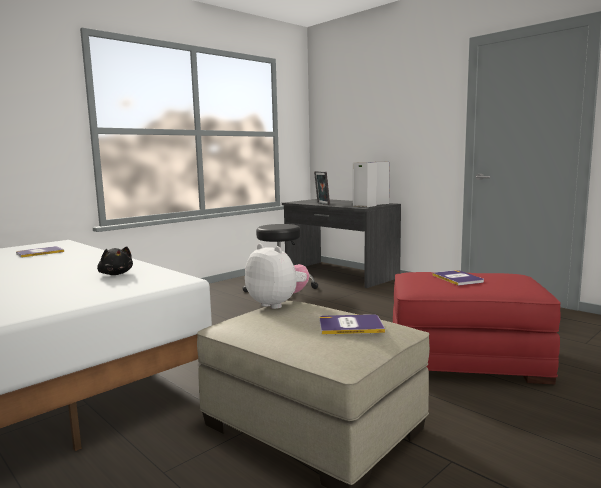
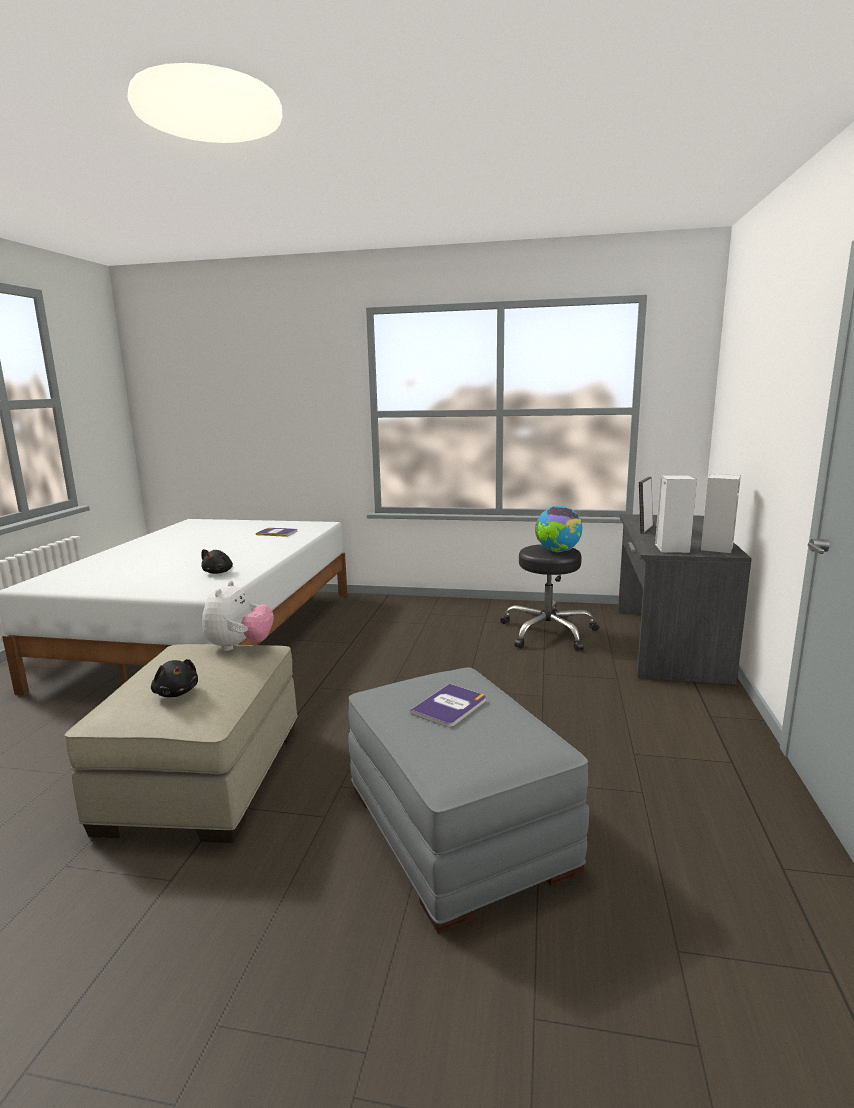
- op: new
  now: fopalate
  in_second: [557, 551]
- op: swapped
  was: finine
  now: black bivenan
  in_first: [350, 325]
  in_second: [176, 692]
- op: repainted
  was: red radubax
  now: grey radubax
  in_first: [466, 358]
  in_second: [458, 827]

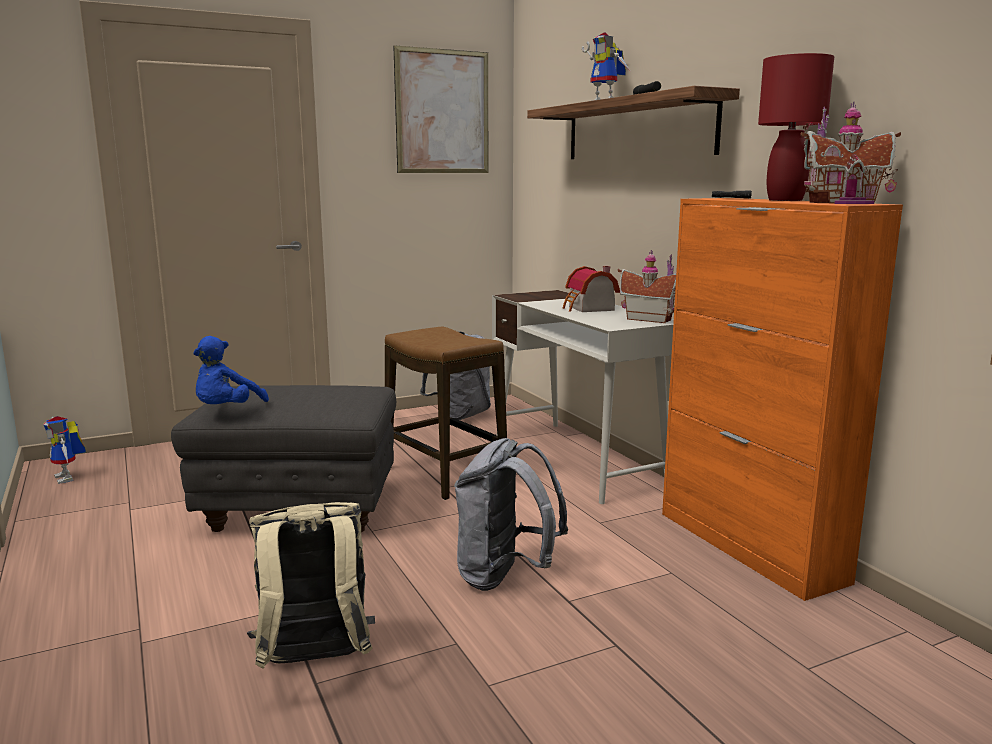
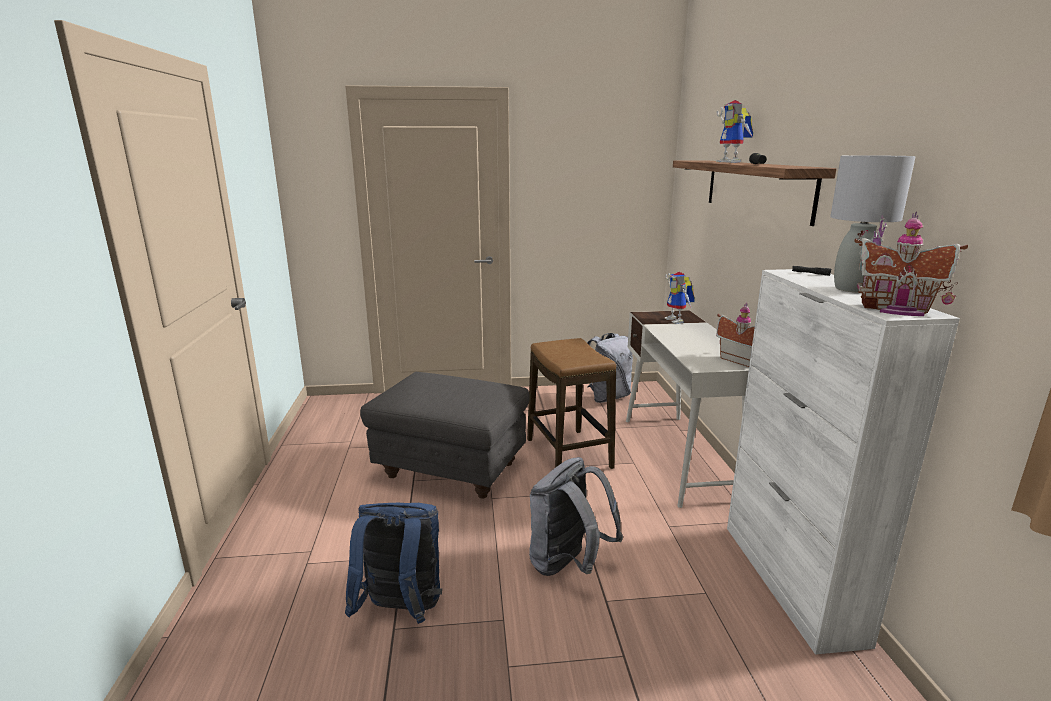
- op: gone
  was: blue bivenan
  in_first: [227, 410]
- op: gone
  was: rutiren
  in_first: [442, 112]
- op: gone
  was: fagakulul
  in_first: [589, 309]
- op: shifted
  was: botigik
  in_first: [69, 478]
  in_second: [678, 320]
- op: repainted
  was: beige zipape
  now: blue zipape
  in_first: [314, 663]
  in_second: [401, 611]
- op: repainted
  was: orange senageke
  now: white senageke
  in_first: [749, 547]
  in_second: [791, 581]
- op: repainted
  was: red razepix
  now: grey razepix
  in_first: [785, 200]
  in_second: [851, 289]

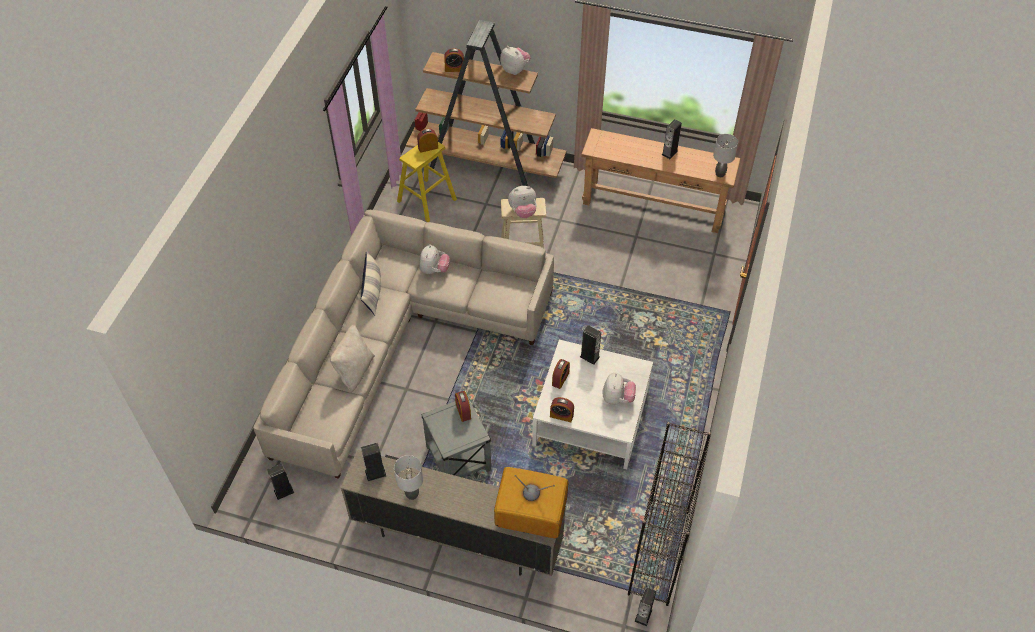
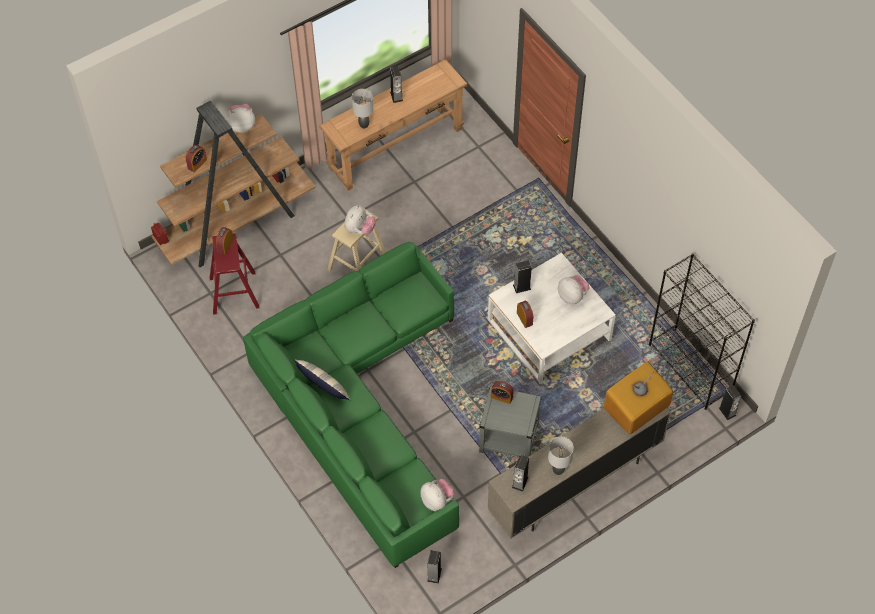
- op: gone
  was: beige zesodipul
  in_first: [354, 371]
- op: gone
  was: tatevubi
  in_first: [561, 415]
- op: shifted
  was: bivenan
  in_first: [434, 270]
  in_second: [437, 500]
- op: shifted
  was: grey razepix
  in_first: [720, 174]
  in_second: [364, 124]
- op: repainted
  was: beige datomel
  now: green datomel
  in_first: [398, 340]
  in_second: [362, 407]
- op: repainted
  was: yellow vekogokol
  now: red vekogokol
  in_first: [426, 200]
  in_second: [234, 293]

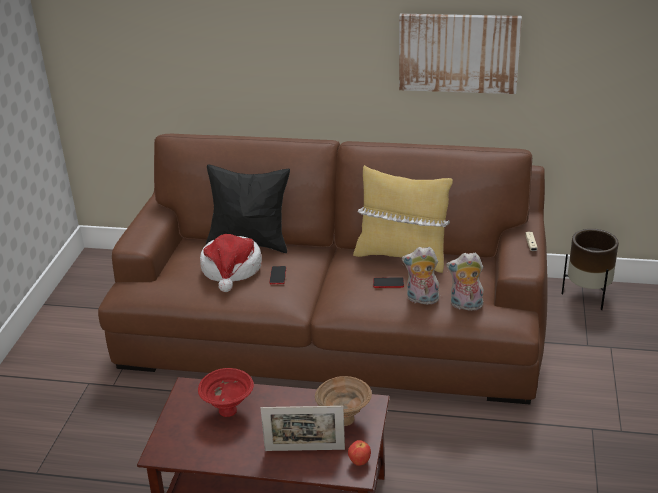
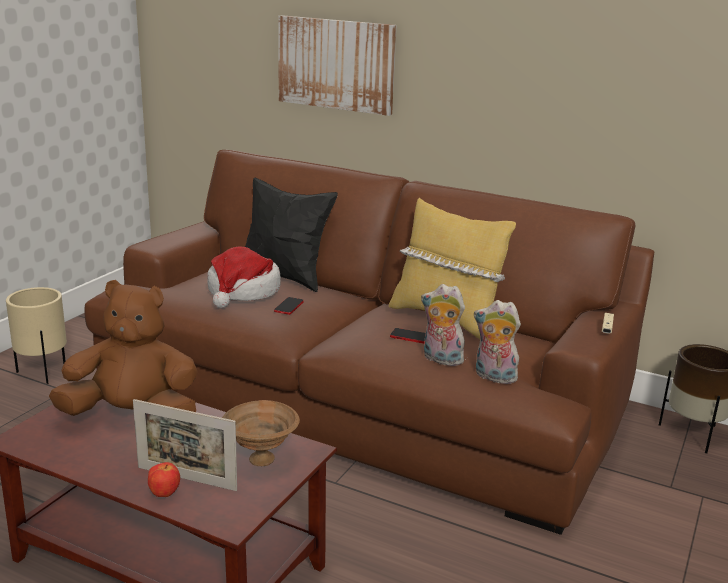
- op: new
  now: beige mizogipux
  in_second: [43, 373]
- op: shifted
  was: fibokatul
  in_first: [359, 462]
  in_second: [165, 494]
- op: shifted
  was: rutiren
  in_first: [458, 52]
  in_second: [336, 64]
- op: swapped
  was: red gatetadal
  now: brown bivenan
  in_first: [229, 410]
  in_second: [133, 417]

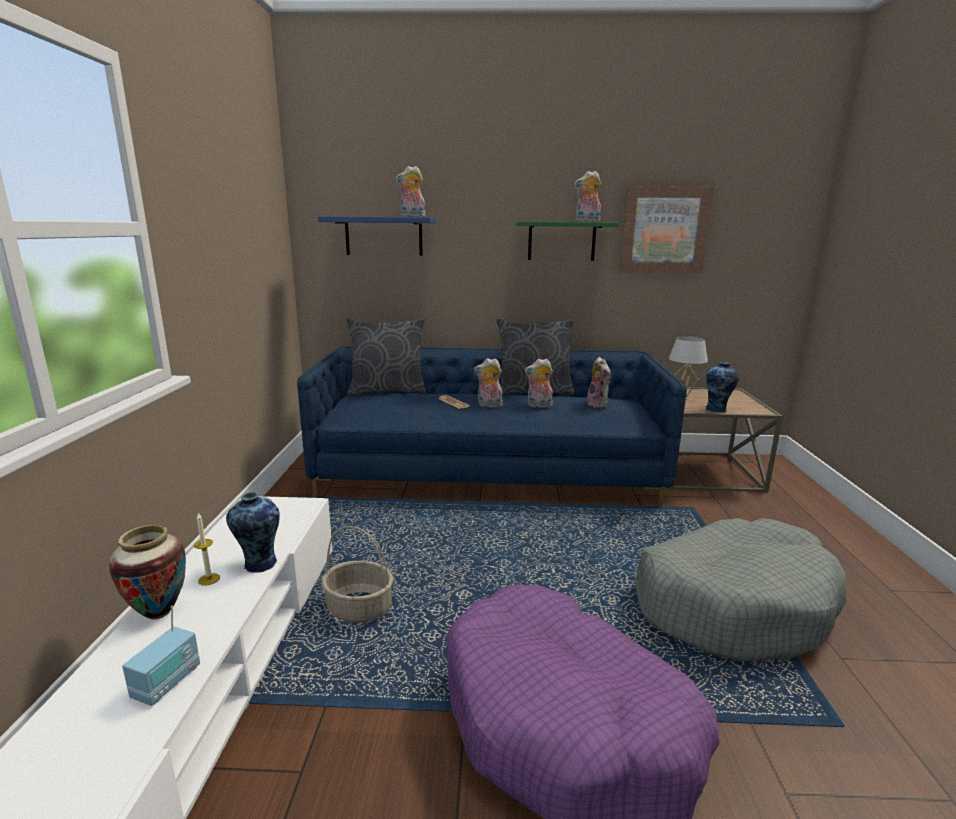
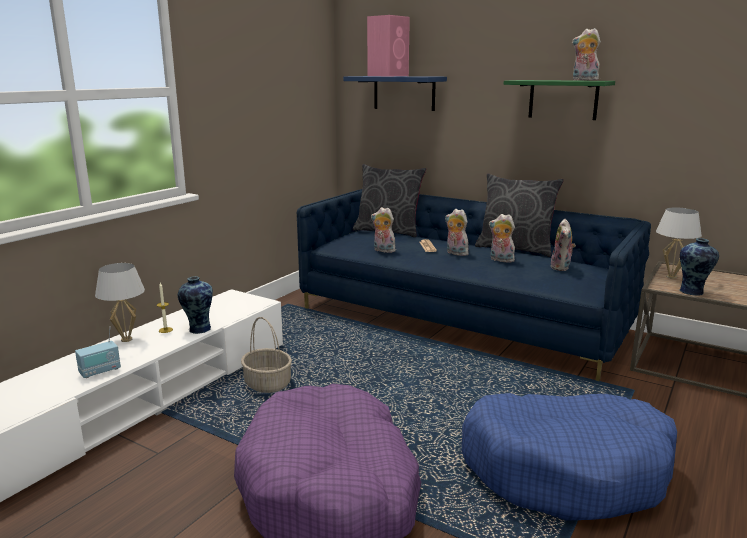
- op: gone
  was: rutiren
  in_first: [664, 230]
- op: new
  now: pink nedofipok
  in_second: [388, 76]
- op: shifted
  was: bivenan
  in_first: [412, 217]
  in_second: [383, 250]
- op: swapped
  was: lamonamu
  now: white razepix
  in_first: [159, 613]
  in_second: [126, 339]
- op: repainted
  was: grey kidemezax
  now: blue kidemezax
  in_first: [732, 604]
  in_second: [566, 470]

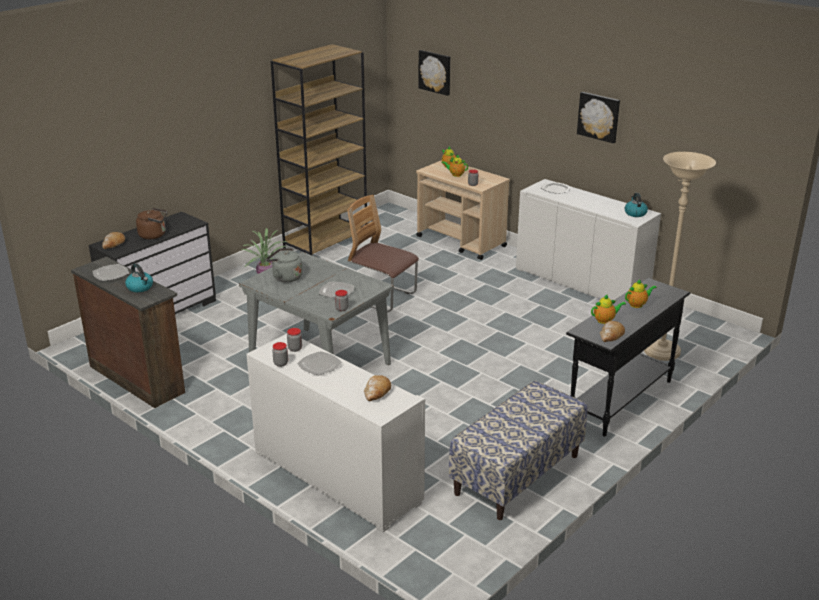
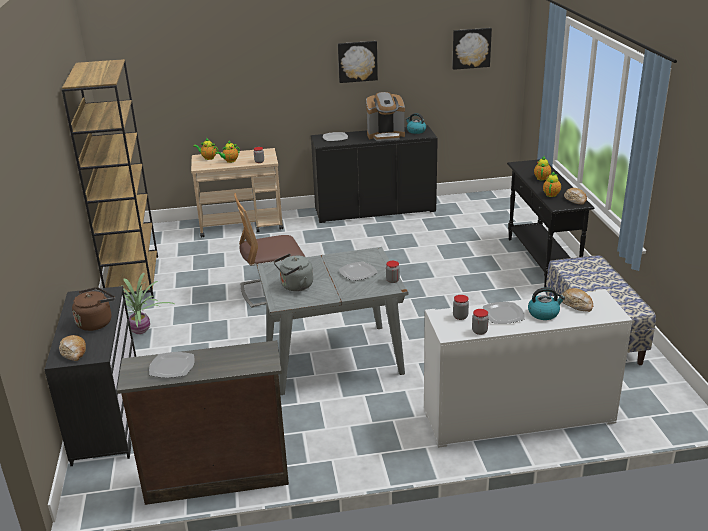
- op: gone
  was: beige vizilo
  in_first: [661, 352]
- op: new
  now: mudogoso
  in_second: [385, 135]
- op: shifted
  was: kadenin
  in_first: [140, 287]
  in_second: [544, 313]
- op: shifted
  was: rutiren
  in_first: [435, 72]
  in_second: [471, 48]
- op: repainted
  was: white senageke
  now: black senageke
  in_first: [581, 282]
  in_second: [375, 210]

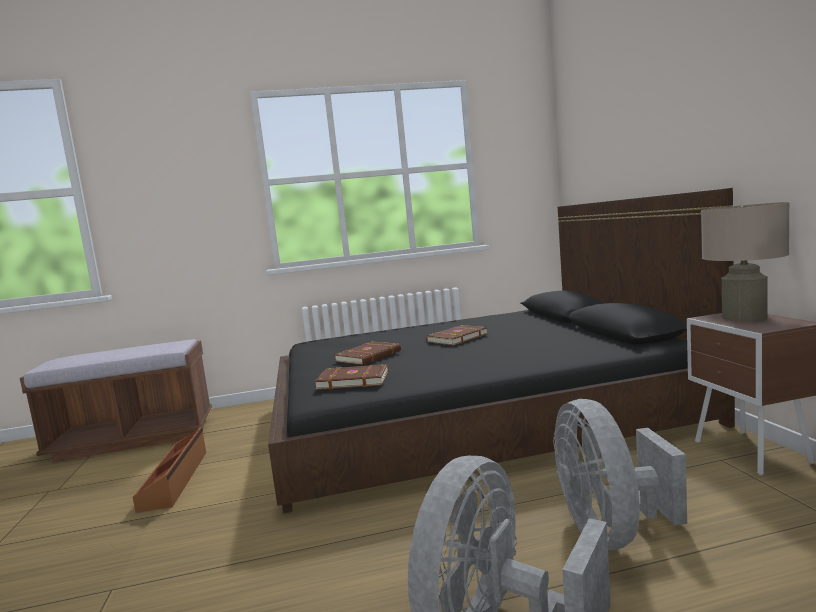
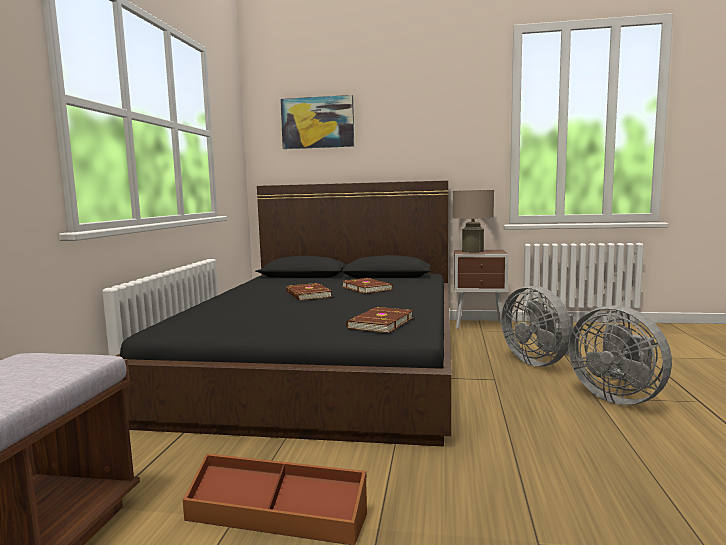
- op: new
  now: rutiren
  in_second: [317, 122]
- op: shifted
  was: brown finine
  in_first: [369, 356]
  in_second: [367, 288]
- op: rotated
  was: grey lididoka
  in_first: [611, 532]
  in_second: [538, 362]
  clockwise: 45

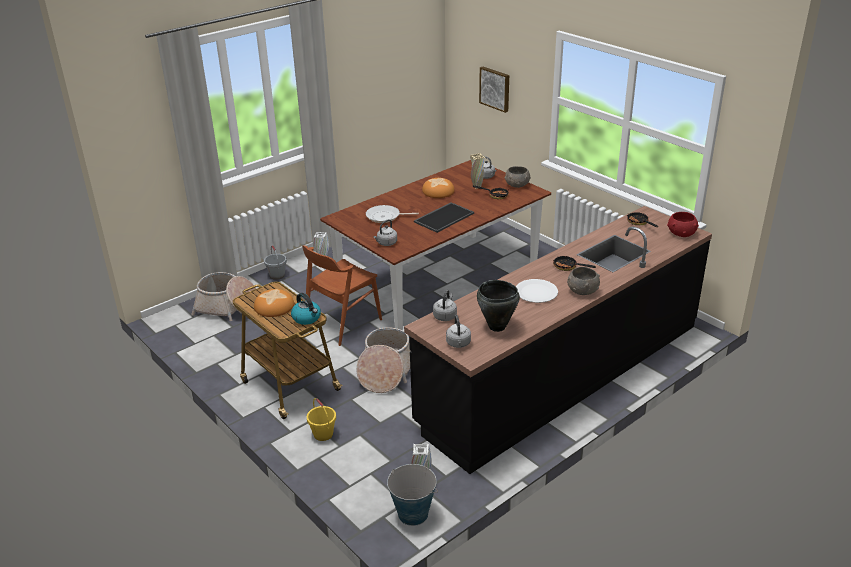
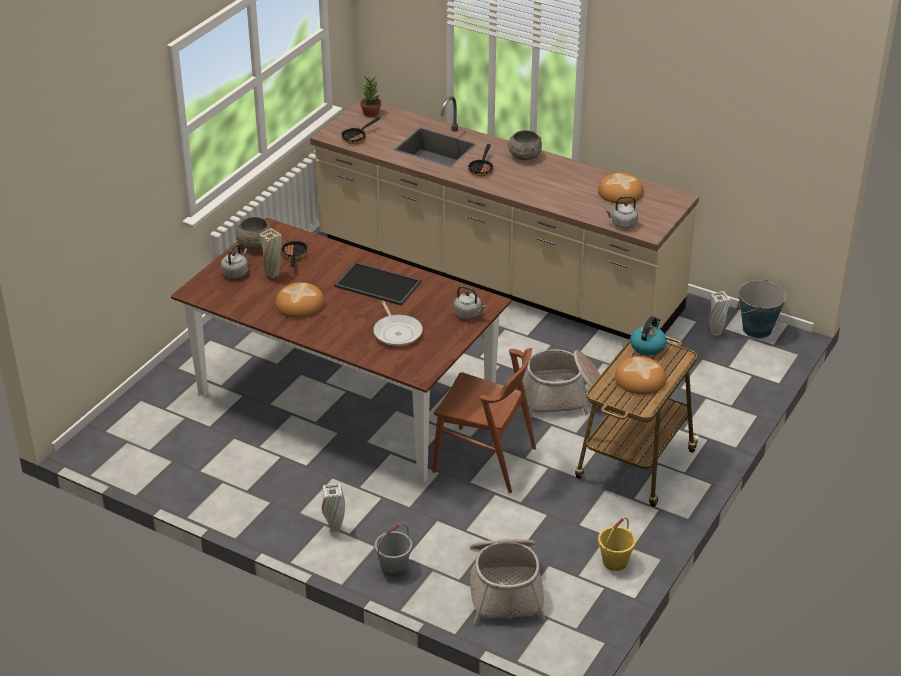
- op: gone
  was: grey kadenin
  in_first: [458, 344]
- op: gone
  was: rutiren
  in_first: [495, 88]
- op: gone
  was: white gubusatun
  in_first: [536, 292]
- op: shifted
  was: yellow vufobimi
  in_first: [323, 434]
  in_second: [615, 562]
- op: swapped
  was: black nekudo
  now: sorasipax
  in_first: [497, 327]
  in_second: [621, 192]
- op: swapped
  was: red gatetadal
  now: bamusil
  in_first: [681, 233]
  in_second: [370, 113]
- op: repainted
  was: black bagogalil
  now: beige bagogalil
  in_first: [562, 373]
  in_second: [497, 276]

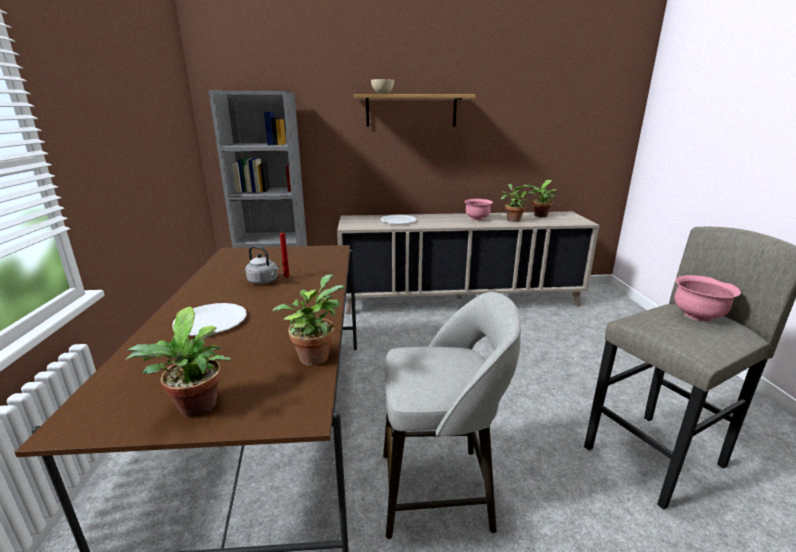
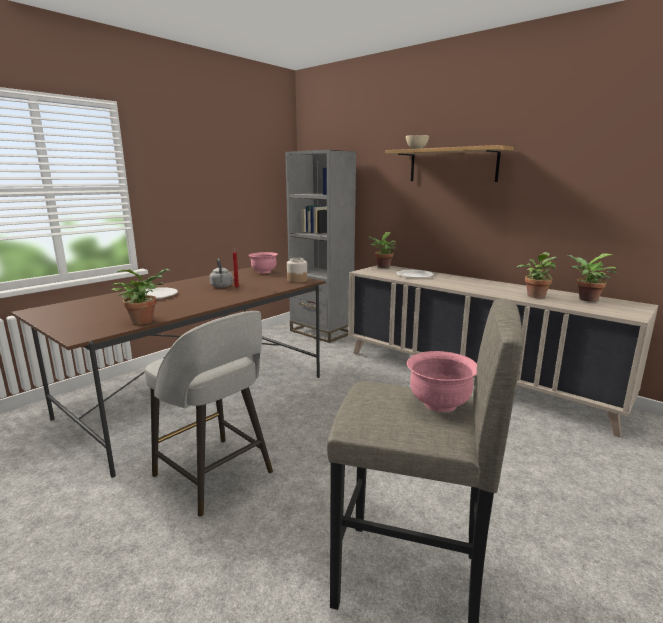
- op: new
  now: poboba
  in_second: [297, 280]
- op: shifted
  was: bamusil
  in_first: [196, 409]
  in_second: [382, 267]
- op: shifted
  was: pink gatetadal
  in_first: [477, 219]
  in_second: [264, 272]

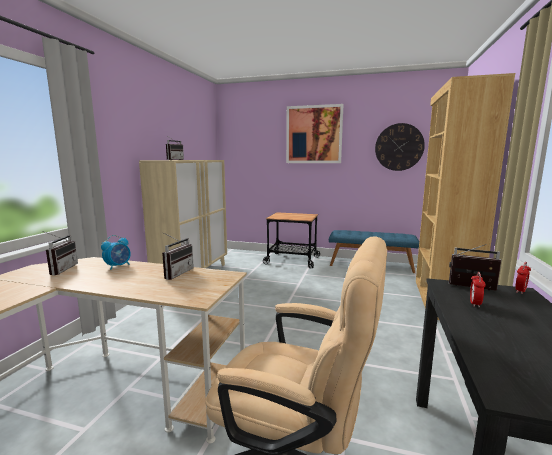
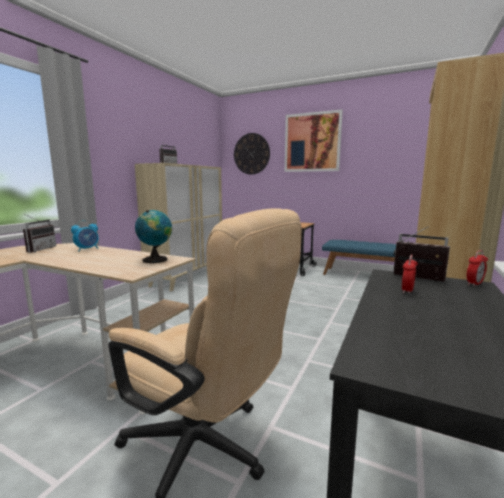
- op: gone
  was: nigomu
  in_first: [176, 273]
- op: new
  now: fopalate
  in_second: [156, 259]
- op: shifted
  was: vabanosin
  in_first: [399, 147]
  in_second: [251, 154]

